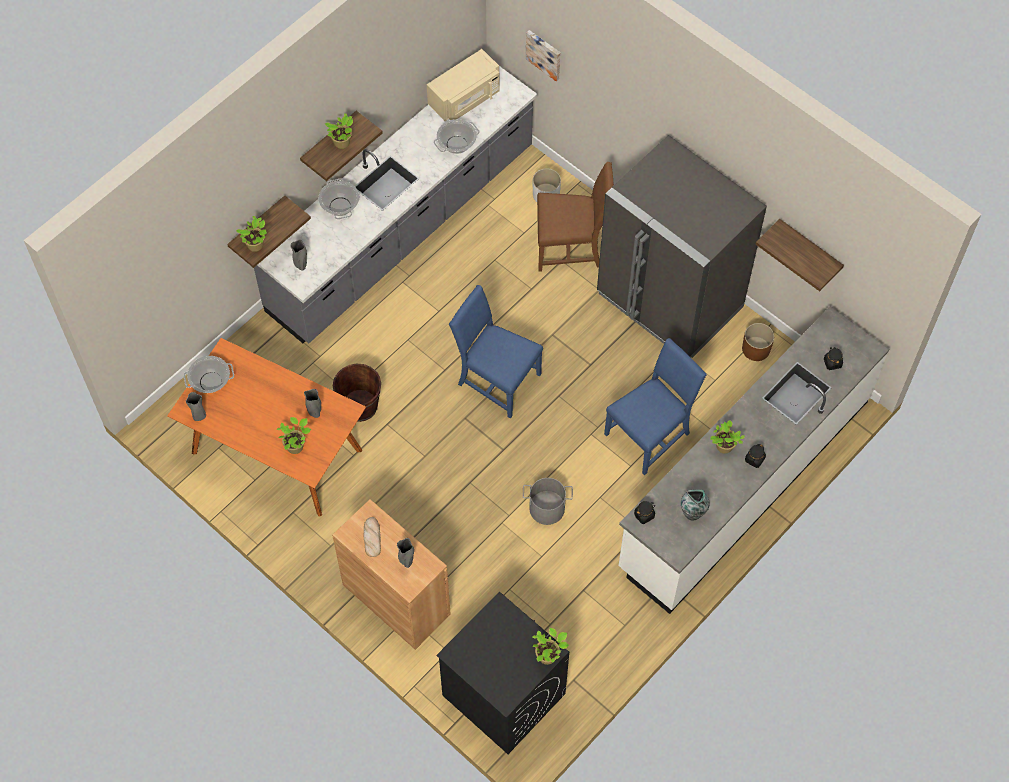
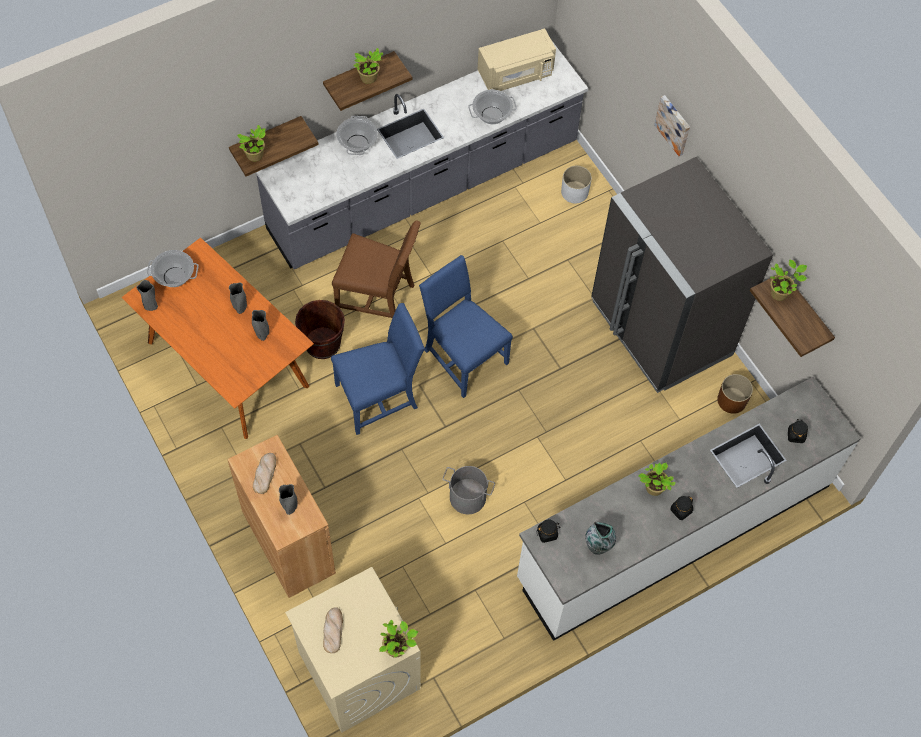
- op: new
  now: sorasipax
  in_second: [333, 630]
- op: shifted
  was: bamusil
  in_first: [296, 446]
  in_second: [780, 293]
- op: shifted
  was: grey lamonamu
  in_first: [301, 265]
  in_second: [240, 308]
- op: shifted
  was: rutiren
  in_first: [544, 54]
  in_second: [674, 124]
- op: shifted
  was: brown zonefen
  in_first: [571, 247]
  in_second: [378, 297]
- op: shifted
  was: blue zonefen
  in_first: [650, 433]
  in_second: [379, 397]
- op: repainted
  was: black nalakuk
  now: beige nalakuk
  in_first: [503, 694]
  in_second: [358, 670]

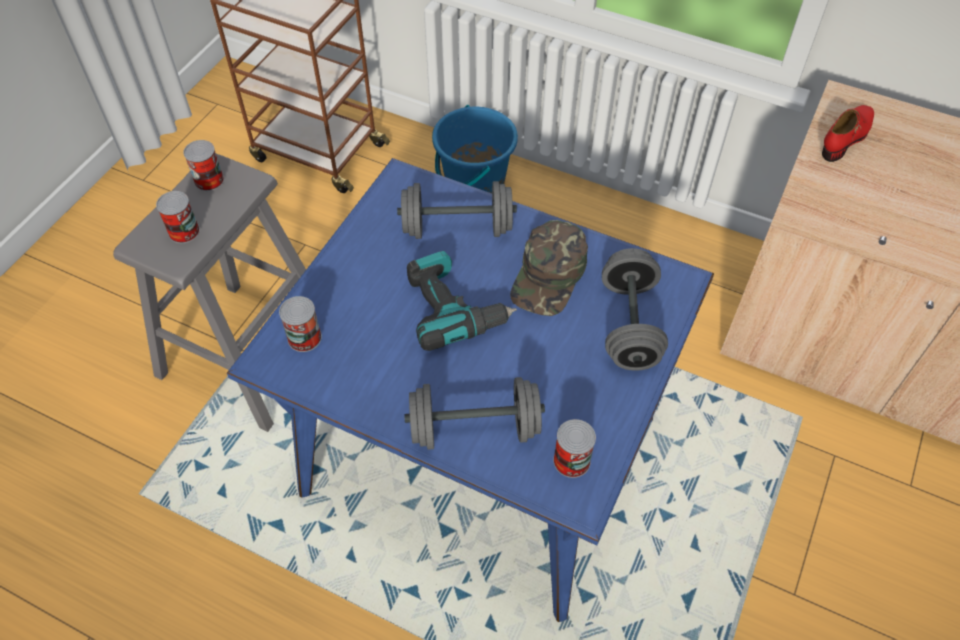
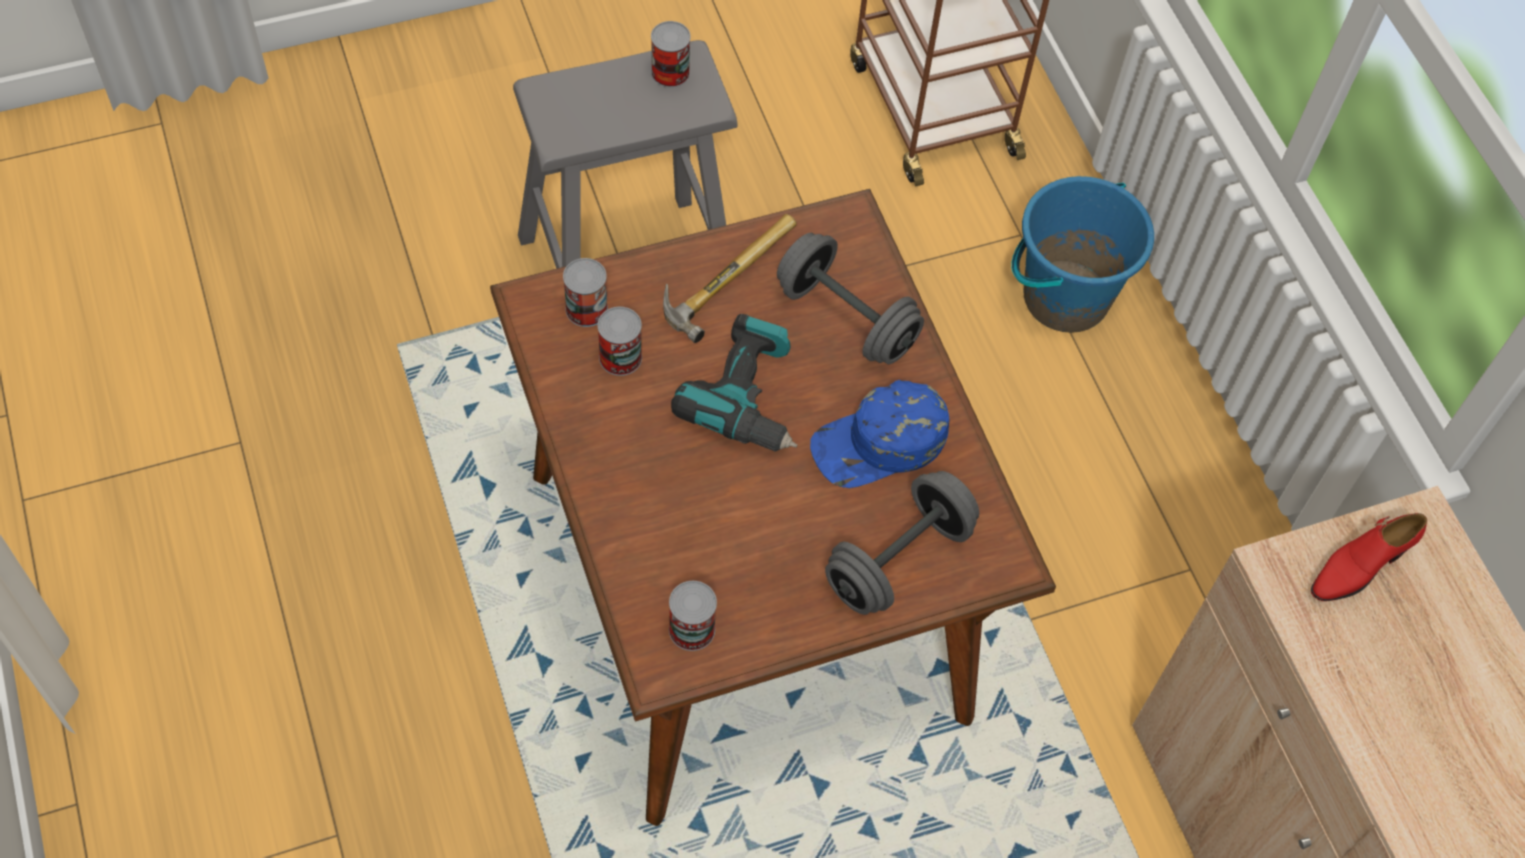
- op: gone
  was: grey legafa
  in_first: [474, 428]
- op: new
  now: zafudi
  in_second: [725, 273]
- op: shifted
  was: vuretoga
  in_first: [184, 231]
  in_second: [620, 357]
- op: repainted
  was: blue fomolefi
  now: brown fomolefi
  in_first: [481, 454]
  in_second: [748, 595]
- op: repainted
  was: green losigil
  now: blue losigil
  in_first: [549, 276]
  in_second: [880, 444]
- op: rotated
  was: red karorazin
  in_first: [846, 137]
  in_second: [1360, 565]
  clockwise: 150

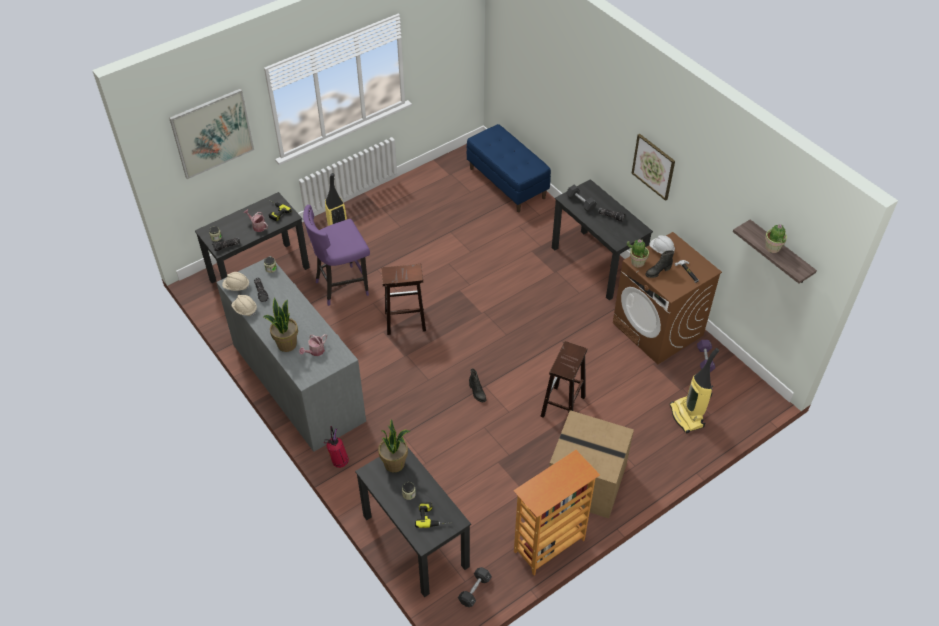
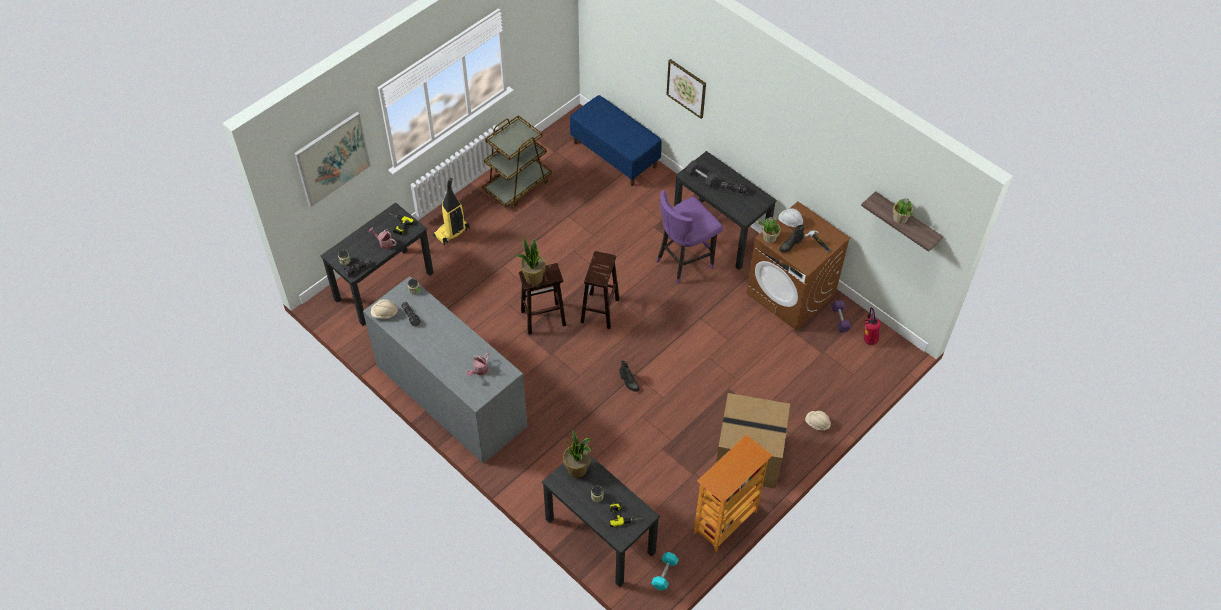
- op: gone
  was: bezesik
  in_first: [687, 416]
- op: new
  now: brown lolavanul
  in_second: [517, 185]
- op: shifted
  was: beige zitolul
  in_first: [245, 310]
  in_second: [817, 423]
- op: shifted
  was: bamusil
  in_first: [286, 344]
  in_second: [533, 278]
- op: shifted
  was: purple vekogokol
  in_first: [342, 286]
  in_second: [684, 262]
- op: shifted
  was: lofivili
  in_first: [339, 461]
  in_second: [868, 339]
- op: shifted
  was: brown vekogokol
  in_first: [563, 407]
  in_second: [600, 311]
- op: shifted
  was: rutiren
  in_first: [653, 166]
  in_second: [686, 88]
- op: repainted
  was: black legafa
  now: turquoise legafa
  in_first: [474, 590]
  in_second: [664, 574]

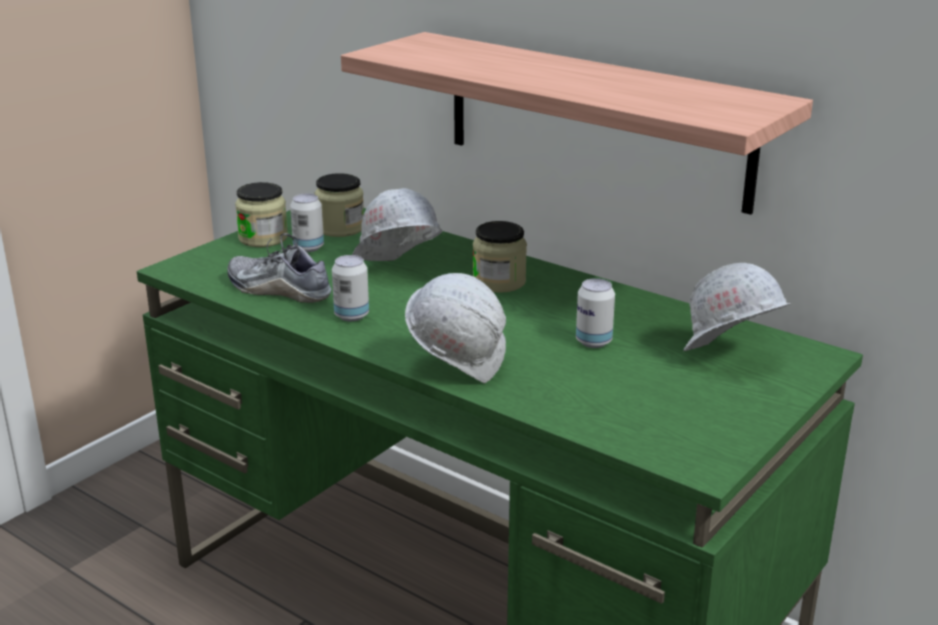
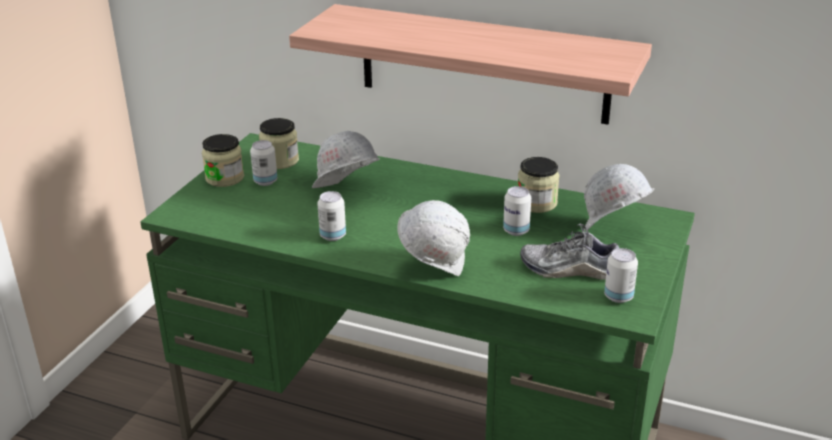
- op: new
  now: vuretoga
  in_second: [618, 297]
- op: shifted
  was: karorazin
  in_first: [278, 289]
  in_second: [569, 269]
- op: shifted
  was: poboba
  in_first: [499, 282]
  in_second: [537, 203]

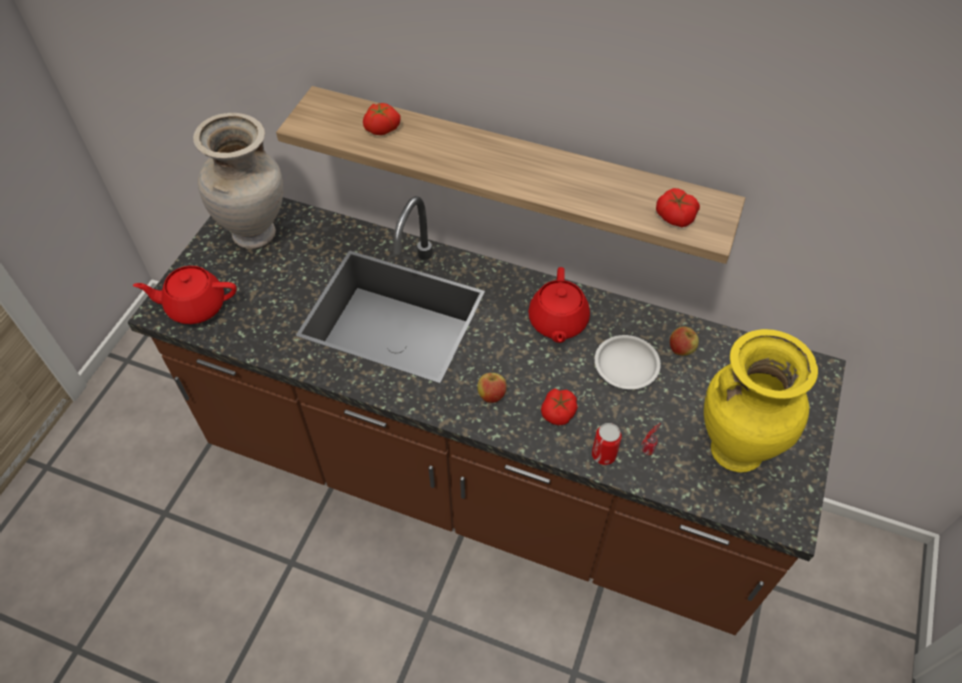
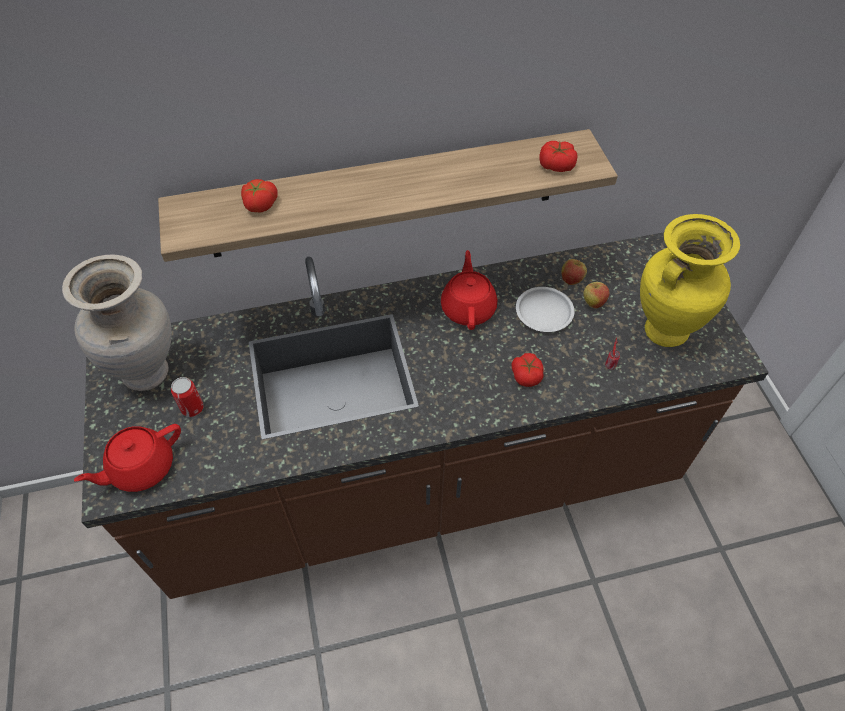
- op: shifted
  was: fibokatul
  in_first: [491, 395]
  in_second: [593, 303]
- op: shifted
  was: vuretoga
  in_first: [603, 455]
  in_second: [192, 408]
- op: rotated
  was: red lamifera
  in_first: [557, 322]
  in_second: [468, 308]
  clockwise: -150

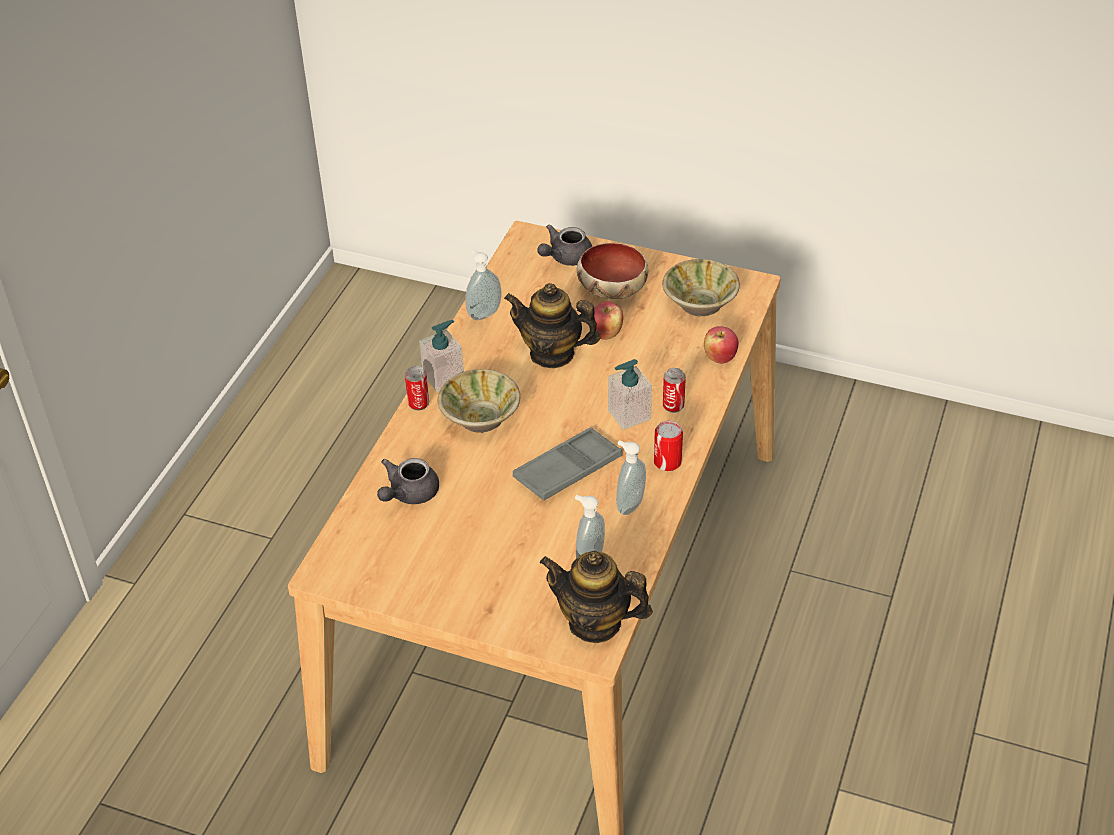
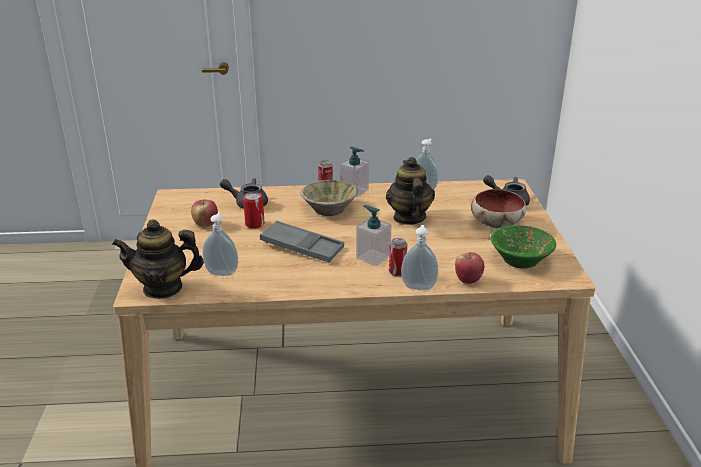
- op: shifted
  was: fibokatul
  in_first: [606, 333]
  in_second: [205, 224]
- op: shifted
  was: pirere
  in_first: [628, 504]
  in_second: [419, 286]
- op: shifted
  was: vuretoga
  in_first: [667, 462]
  in_second: [254, 224]
- op: repainted
  was: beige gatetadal
  now: green gatetadal
  in_first: [699, 303]
  in_second: [520, 259]
- op: rotated
  was: lamifera
  in_first: [595, 622]
  in_second: [163, 288]
  clockwise: -90

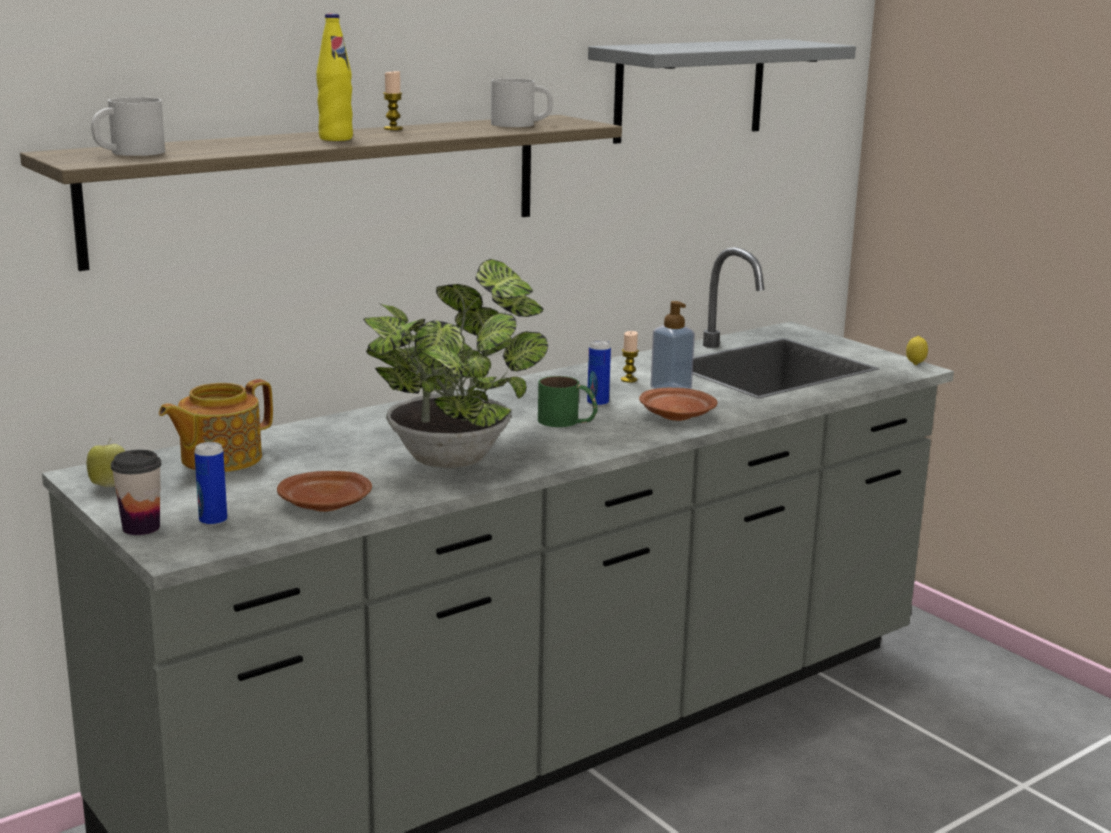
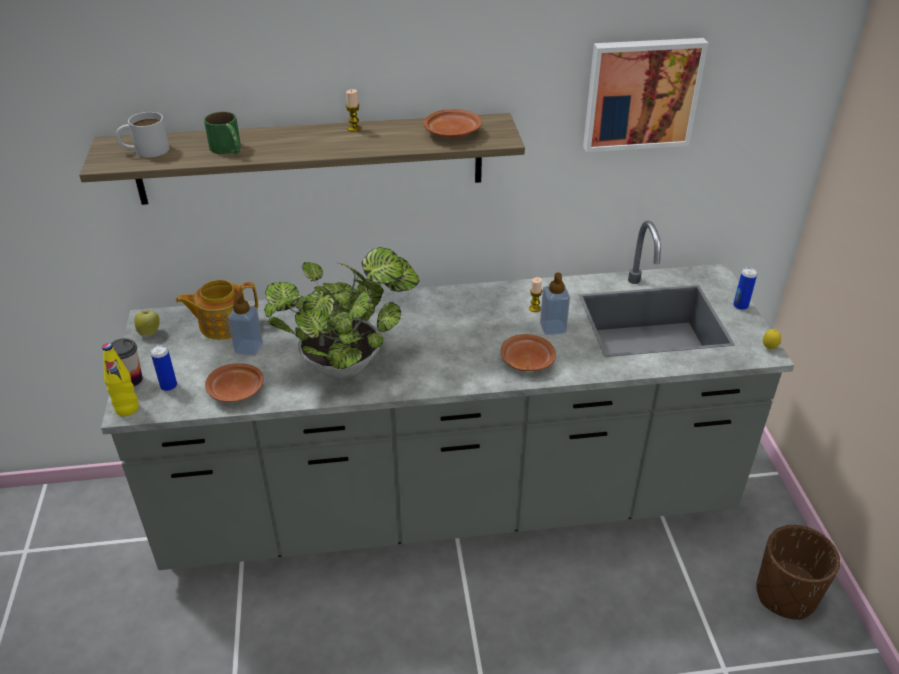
- op: new
  now: pirere
  in_second: [249, 348]
- op: new
  now: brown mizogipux
  in_second: [785, 595]
- op: shifted
  was: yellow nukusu
  in_first: [335, 138]
  in_second: [127, 409]
- op: shifted
  was: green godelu
  in_first: [567, 422]
  in_second: [229, 150]
- op: shifted
  was: vuretoga
  in_first: [597, 403]
  in_second: [740, 306]
- op: swapped
  was: white godelu
  now: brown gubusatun
  in_first: [521, 124]
  in_second: [452, 133]
- op: swapped
  was: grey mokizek
  now: rutiren
  in_first: [690, 90]
  in_second: [641, 93]

